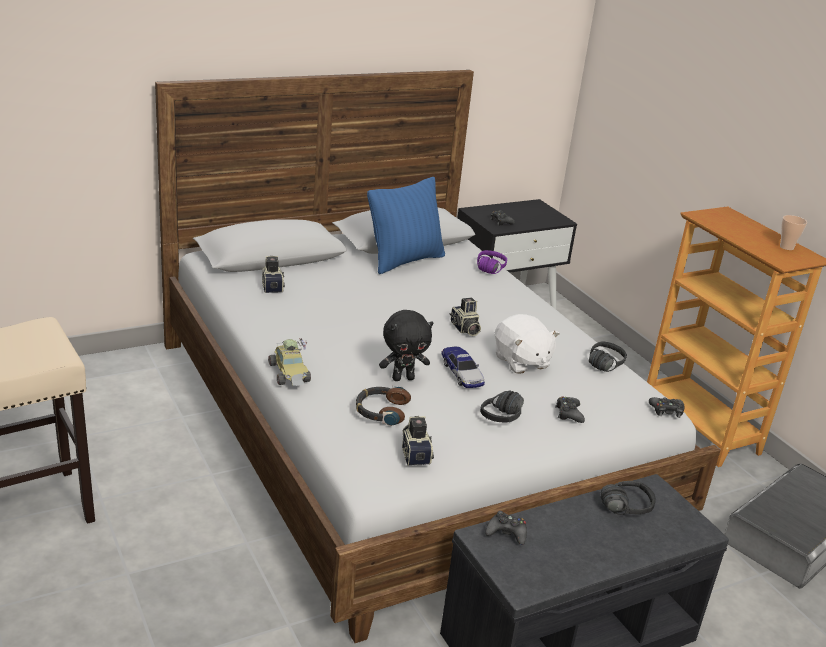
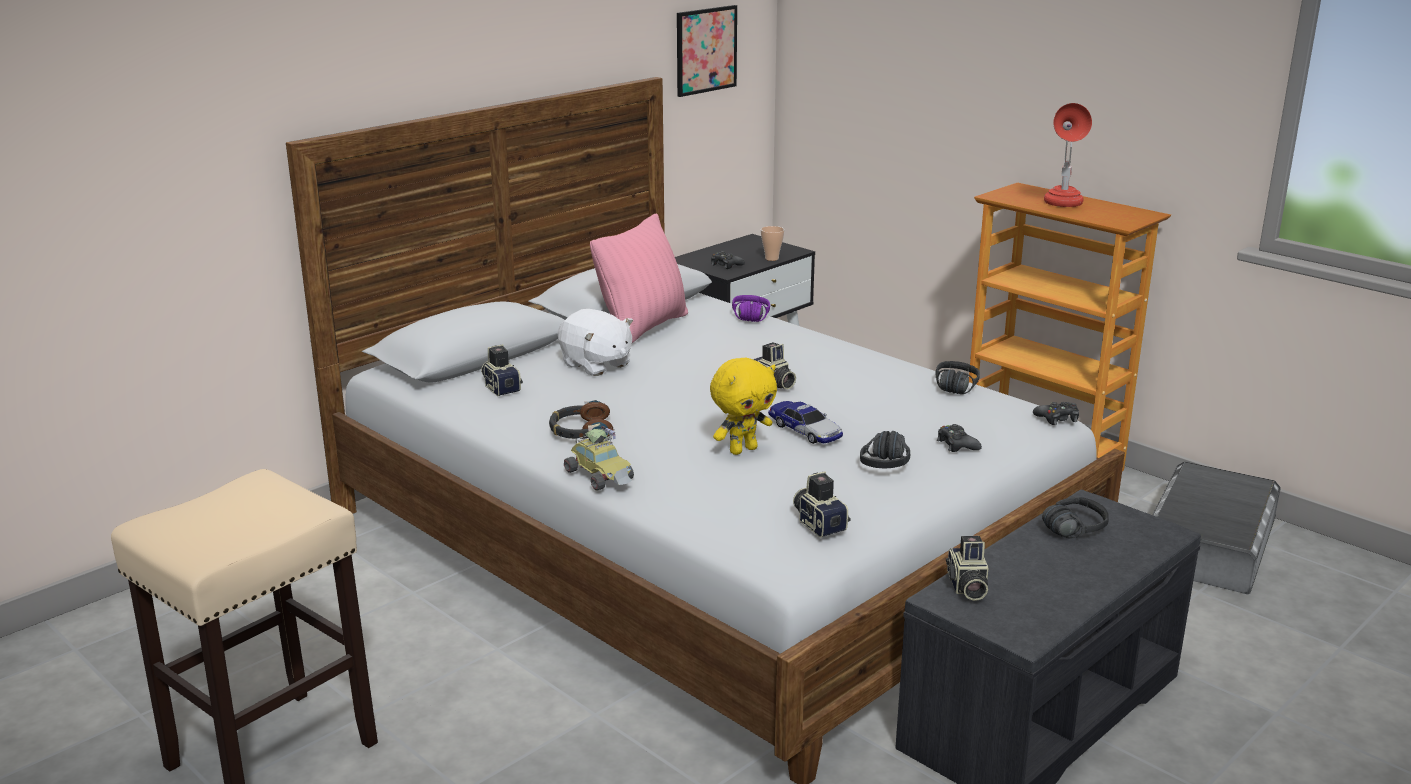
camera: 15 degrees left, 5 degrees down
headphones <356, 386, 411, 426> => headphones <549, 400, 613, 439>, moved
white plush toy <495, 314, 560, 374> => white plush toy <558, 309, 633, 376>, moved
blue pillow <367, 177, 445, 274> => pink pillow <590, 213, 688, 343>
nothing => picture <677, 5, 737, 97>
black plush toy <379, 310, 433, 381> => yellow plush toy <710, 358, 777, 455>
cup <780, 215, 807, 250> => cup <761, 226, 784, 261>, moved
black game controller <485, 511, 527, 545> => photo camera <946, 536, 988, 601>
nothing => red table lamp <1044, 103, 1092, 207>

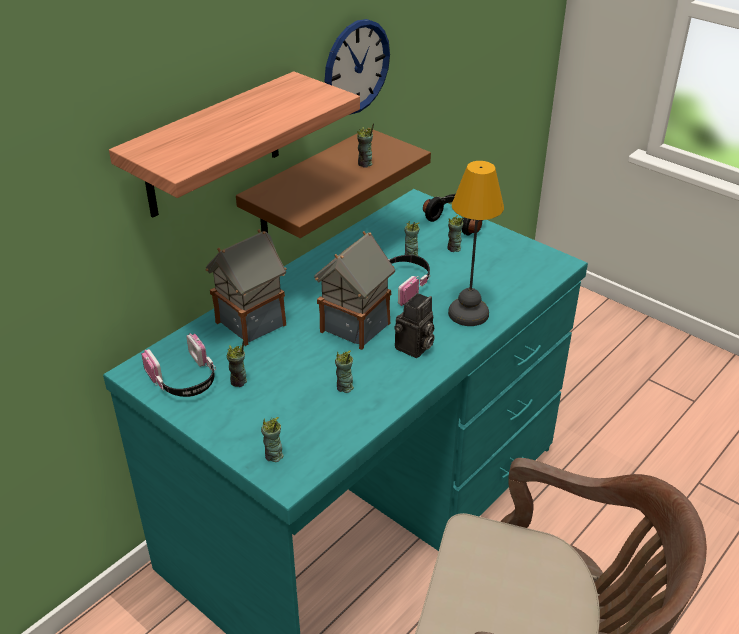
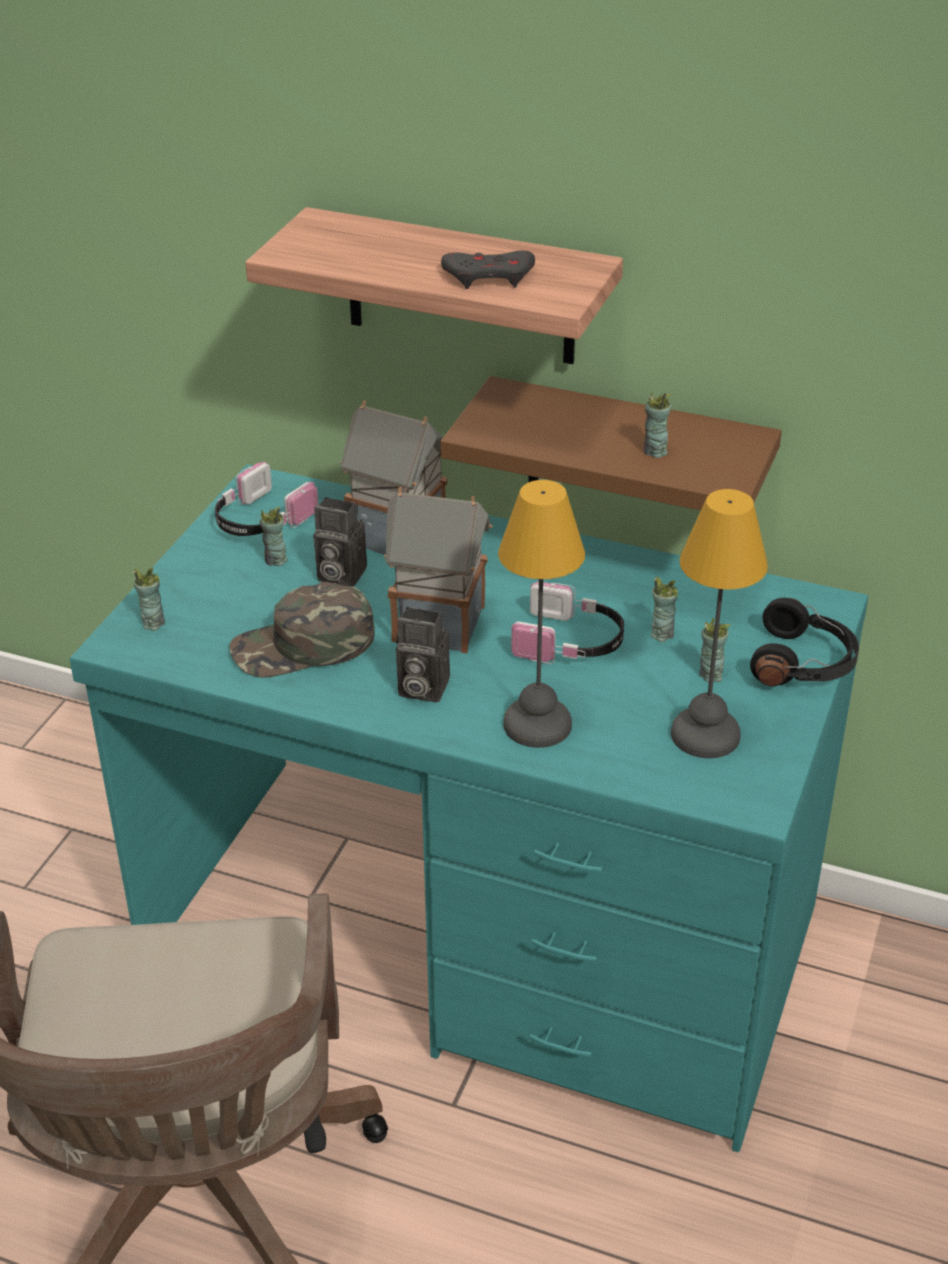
camera: 70 degrees right, 0 degrees up
cup <335, 351, 354, 393> => green cap <230, 582, 375, 678>
nothing => photo camera <313, 497, 367, 586>
nothing => grey game controller <441, 251, 535, 289>
nothing => table lamp <671, 489, 768, 758>
wall clock <324, 19, 390, 115> => nothing

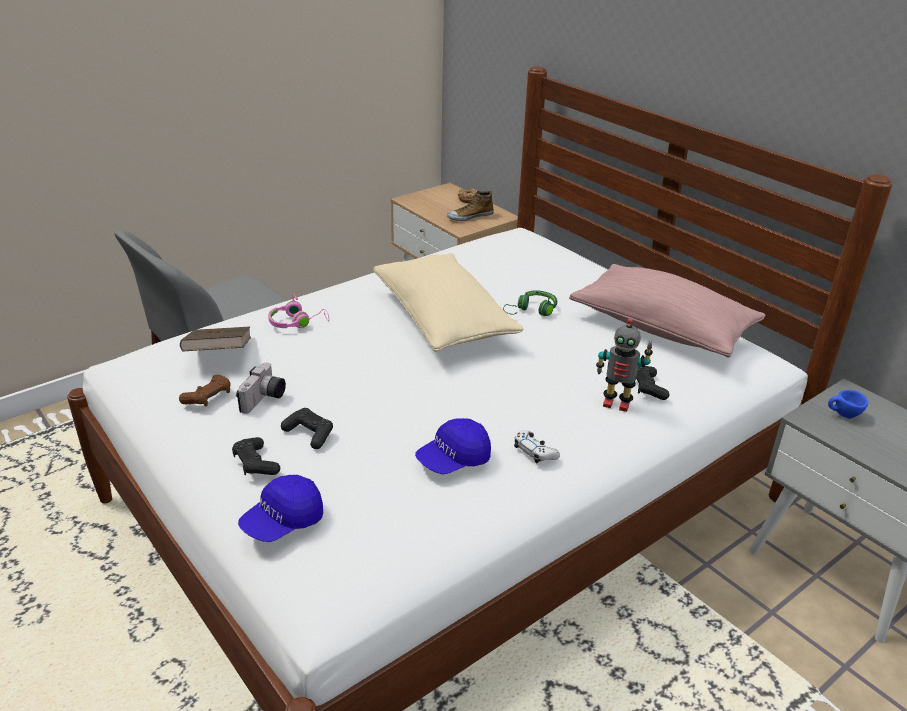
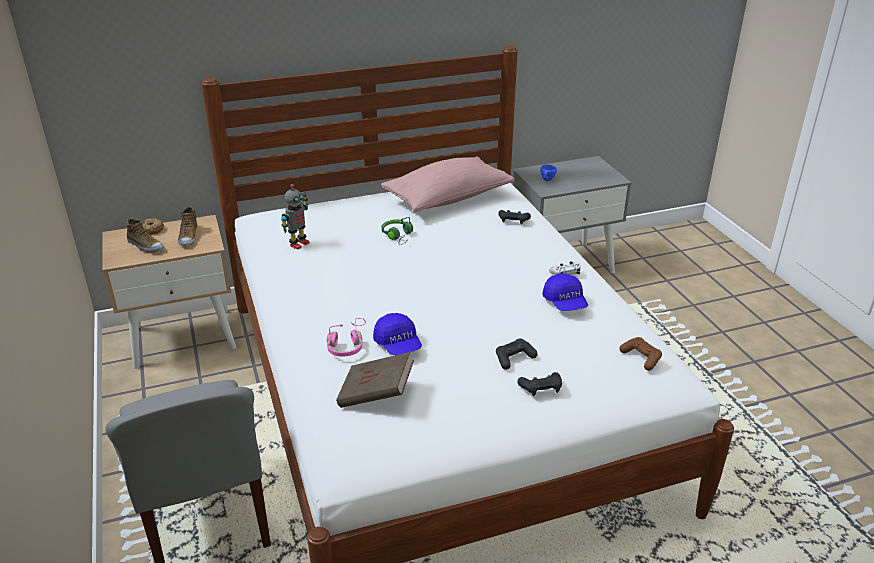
camera: 70 degrees left, 0 degrees up
nothing => shoe <126, 218, 164, 253>
toy robot <596, 318, 653, 412> => toy robot <281, 184, 309, 250>, moved
blue cap <238, 475, 323, 542> => blue cap <373, 313, 422, 355>, moved
brown game controller <179, 375, 231, 406> => brown game controller <619, 337, 662, 371>, moved
photo camera <236, 362, 286, 414> => nothing
beige pillow <373, 253, 523, 352> => nothing

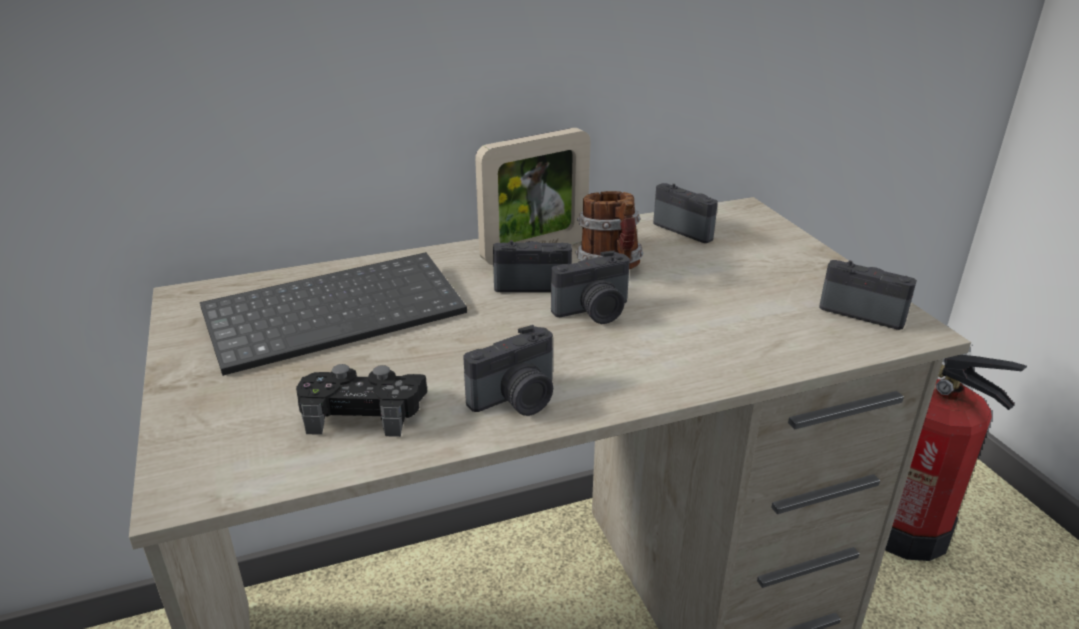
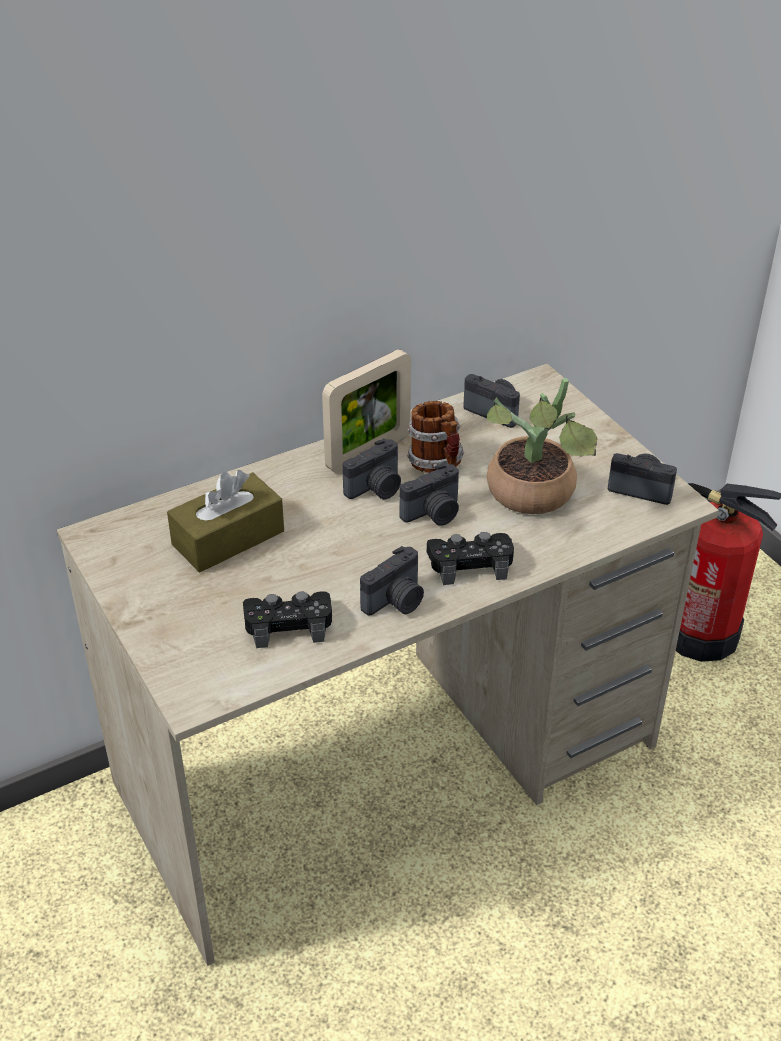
camera: 10 degrees left, 10 degrees up
keyboard <200, 252, 467, 376> => brown tissue box <167, 470, 284, 573>
photo camera <493, 240, 572, 293> => photo camera <343, 438, 401, 499>, 150 degrees clockwise
nothing => black game controller <427, 532, 514, 585>
nothing => potted plant <487, 378, 597, 514>

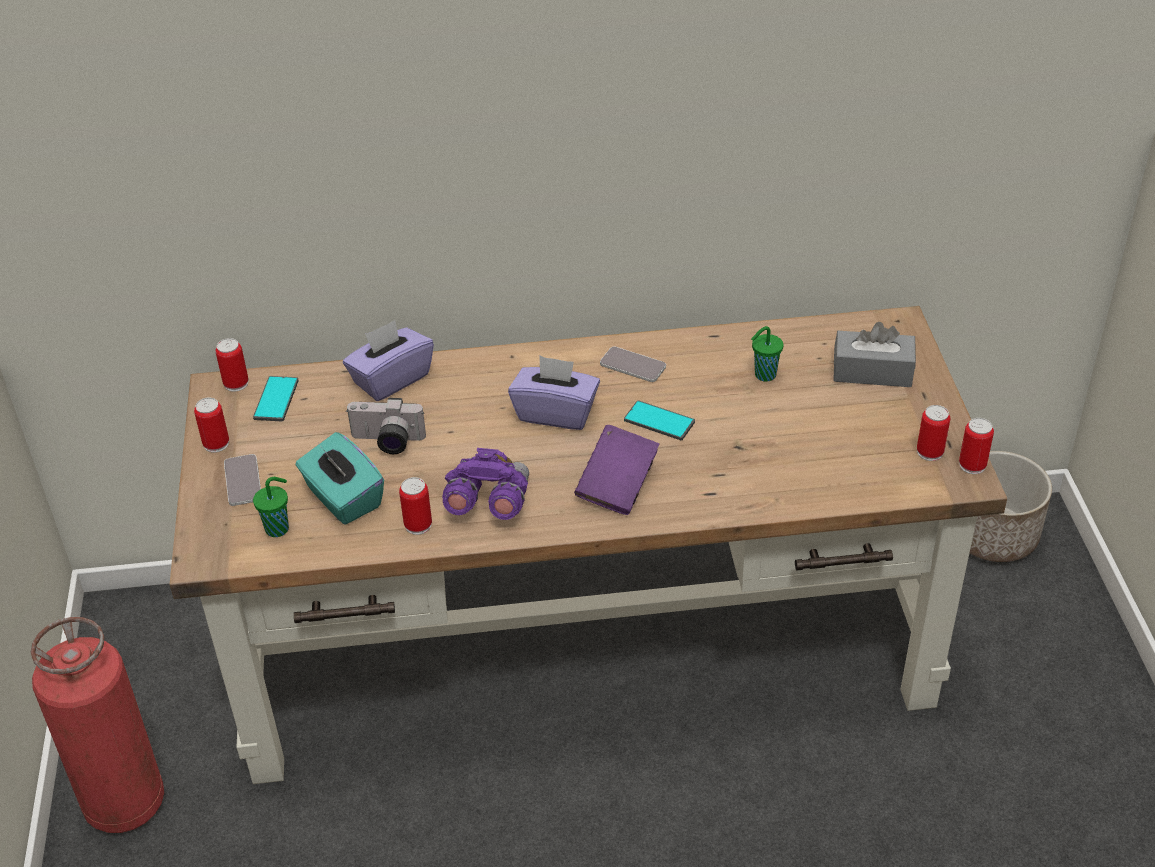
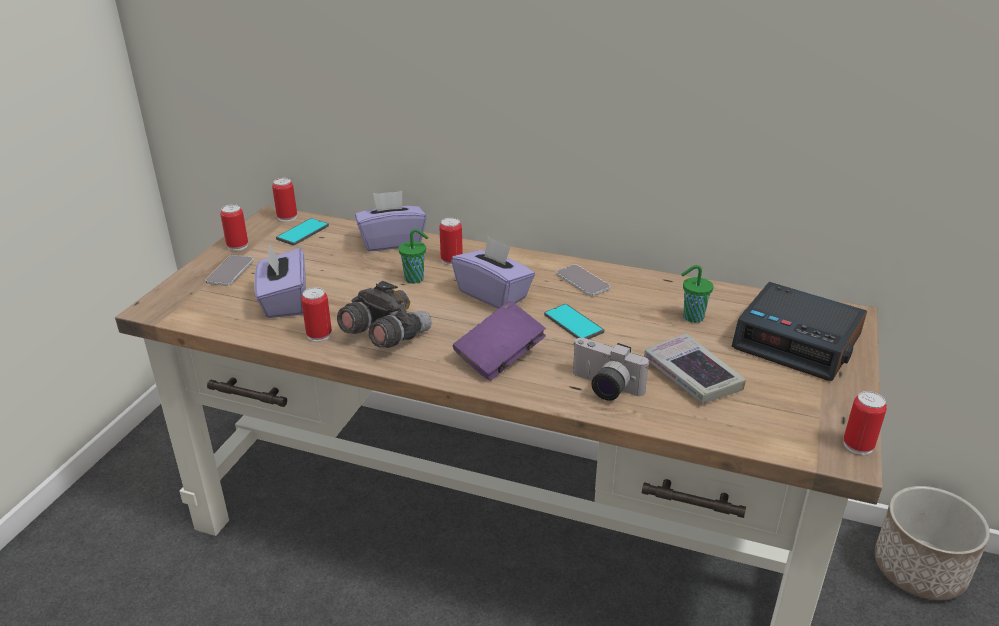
camera: 25 degrees right, 10 degrees down
turquoise tissue box <295, 432, 384, 525> => purple tissue box <254, 244, 306, 318>
purple binoculars <442, 448, 529, 520> => grey binoculars <337, 281, 432, 348>
green cup <253, 477, 289, 537> => green cup <398, 229, 428, 284>, moved
can <917, 405, 950, 461> => can <439, 218, 463, 265>, moved
photo camera <346, 398, 426, 454> => photo camera <573, 338, 649, 401>, moved
nothing => book <644, 333, 746, 403>
grey tissue box <833, 322, 916, 387> => alarm clock <732, 282, 867, 381>
fire extinguisher <30, 617, 164, 833> => nothing

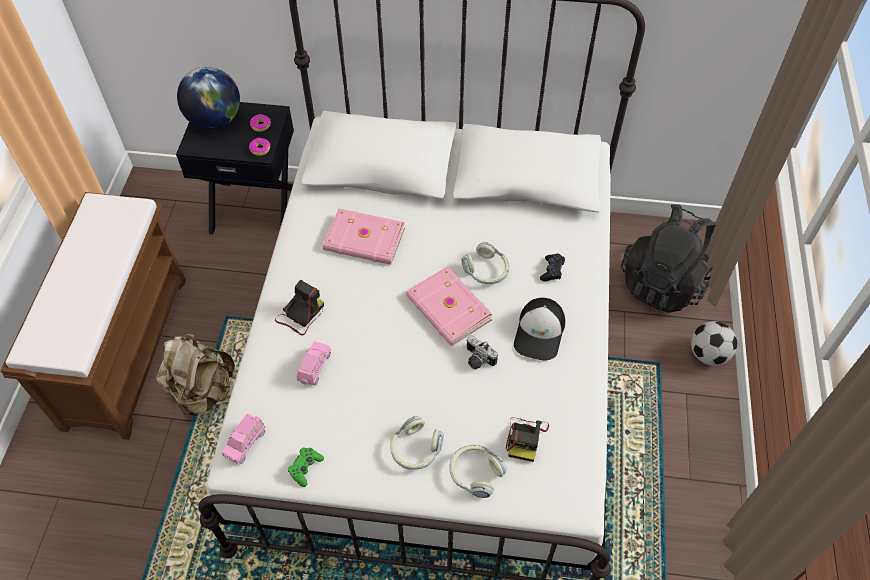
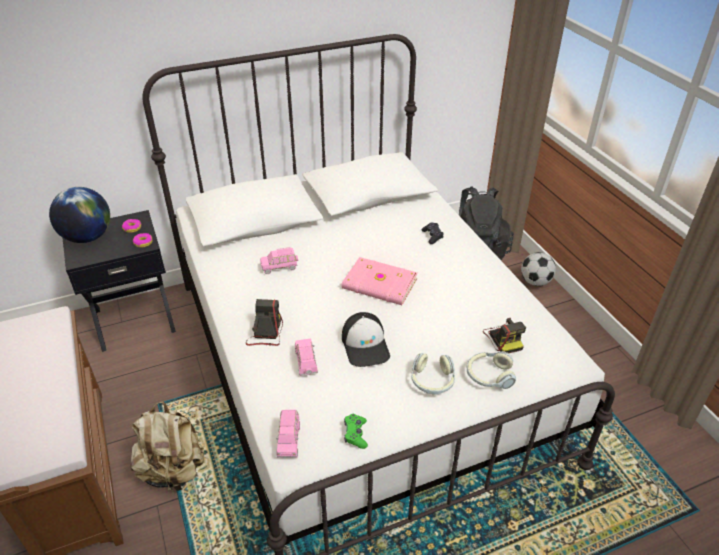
camera: 30 degrees left, 15 degrees down
pink book <323, 209, 405, 265> => pink toy car <260, 247, 298, 274>
cap <514, 298, 565, 361> => cap <342, 312, 390, 367>, moved
headphones <461, 242, 510, 284> => nothing
photo camera <466, 335, 498, 370> => nothing

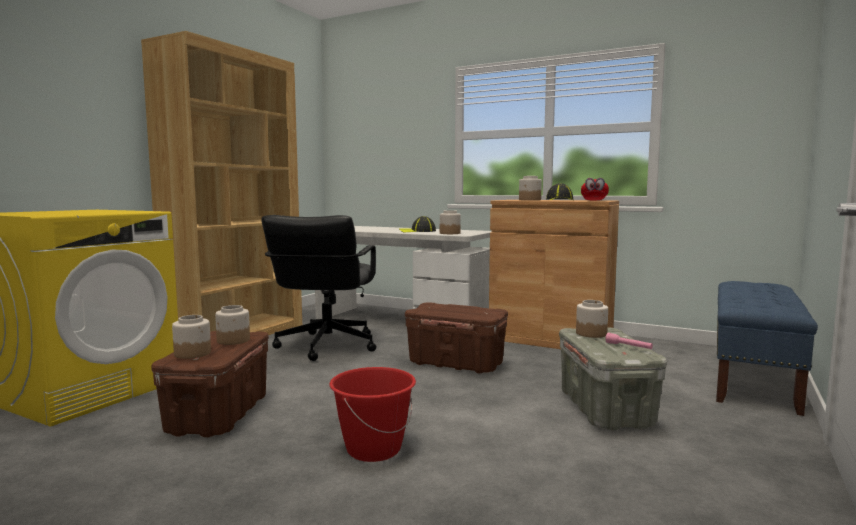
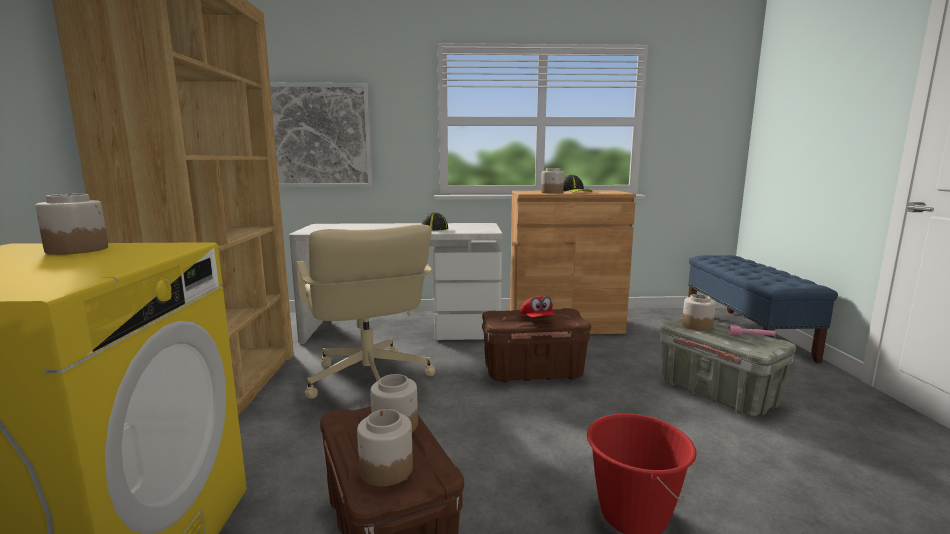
camera: 30 degrees left, 5 degrees up
jar <440, 210, 461, 234> => jar <35, 194, 108, 255>, moved
nothing => picture <270, 83, 373, 187>
black office chair <261, 215, 376, 361> => beige office chair <296, 224, 435, 399>
red cap <581, 178, 609, 201> => red cap <520, 296, 555, 318>, moved

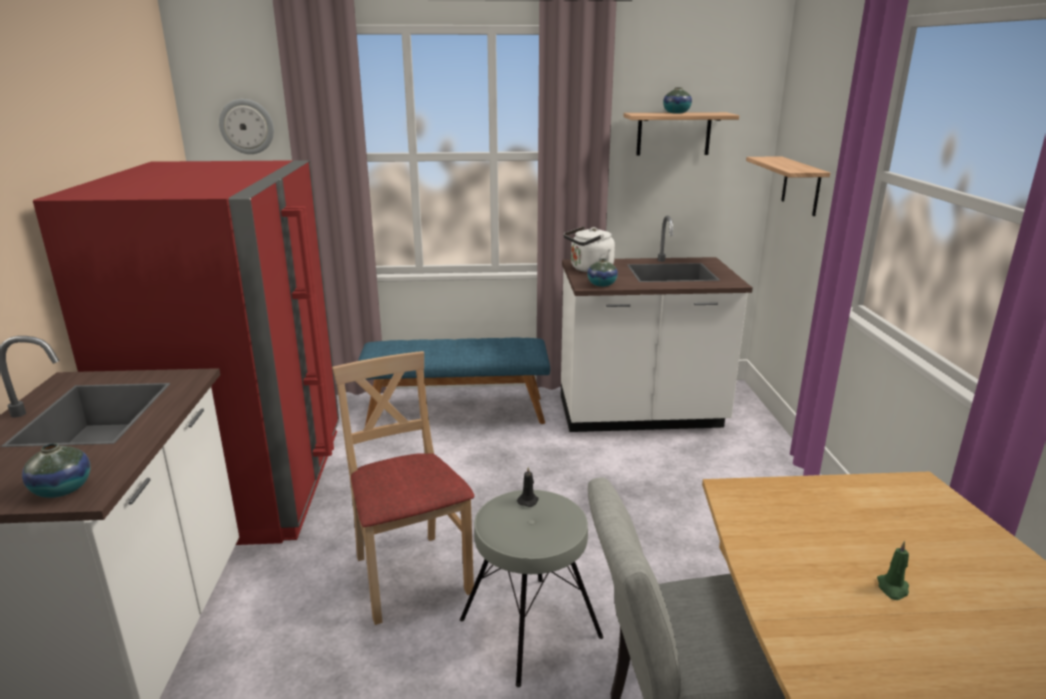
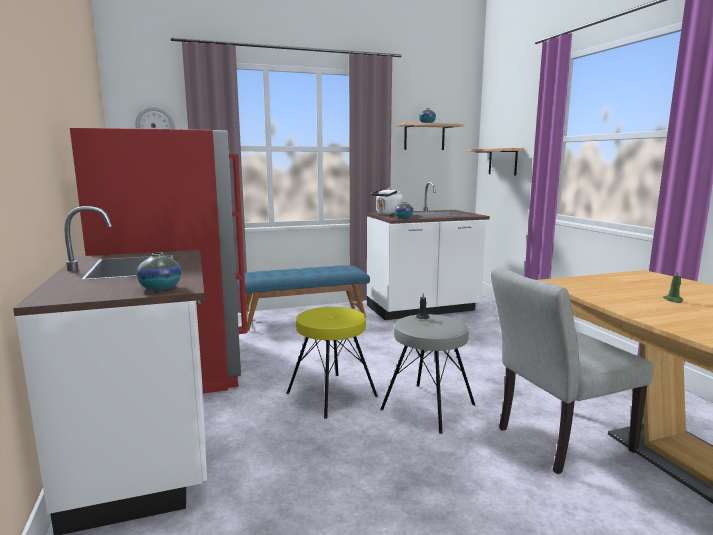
camera: 15 degrees left, 10 degrees down
beige chair <332, 351, 474, 625> => yellow stool <287, 307, 378, 419>

